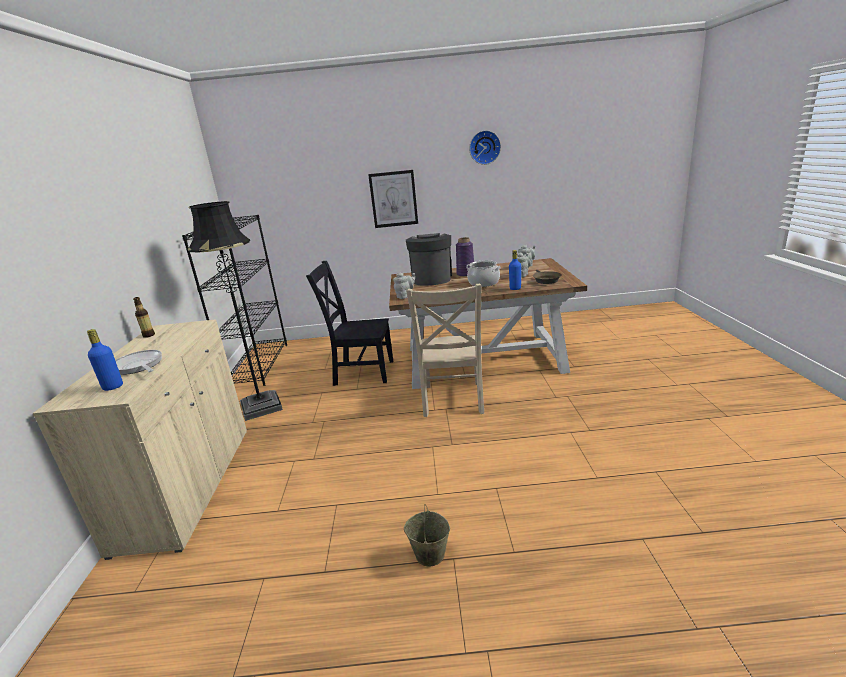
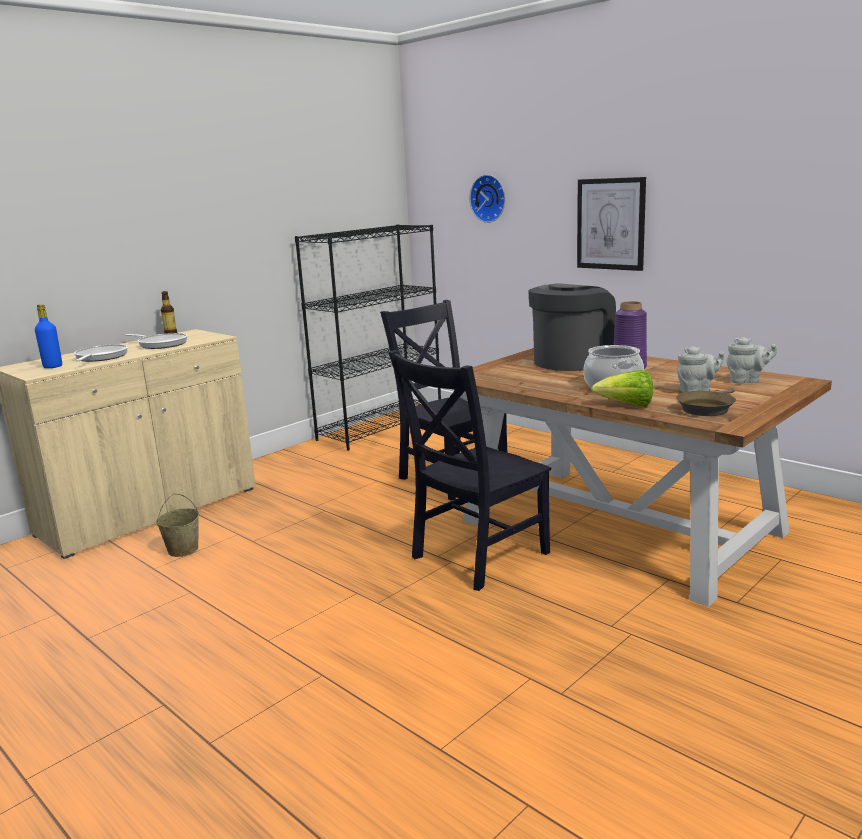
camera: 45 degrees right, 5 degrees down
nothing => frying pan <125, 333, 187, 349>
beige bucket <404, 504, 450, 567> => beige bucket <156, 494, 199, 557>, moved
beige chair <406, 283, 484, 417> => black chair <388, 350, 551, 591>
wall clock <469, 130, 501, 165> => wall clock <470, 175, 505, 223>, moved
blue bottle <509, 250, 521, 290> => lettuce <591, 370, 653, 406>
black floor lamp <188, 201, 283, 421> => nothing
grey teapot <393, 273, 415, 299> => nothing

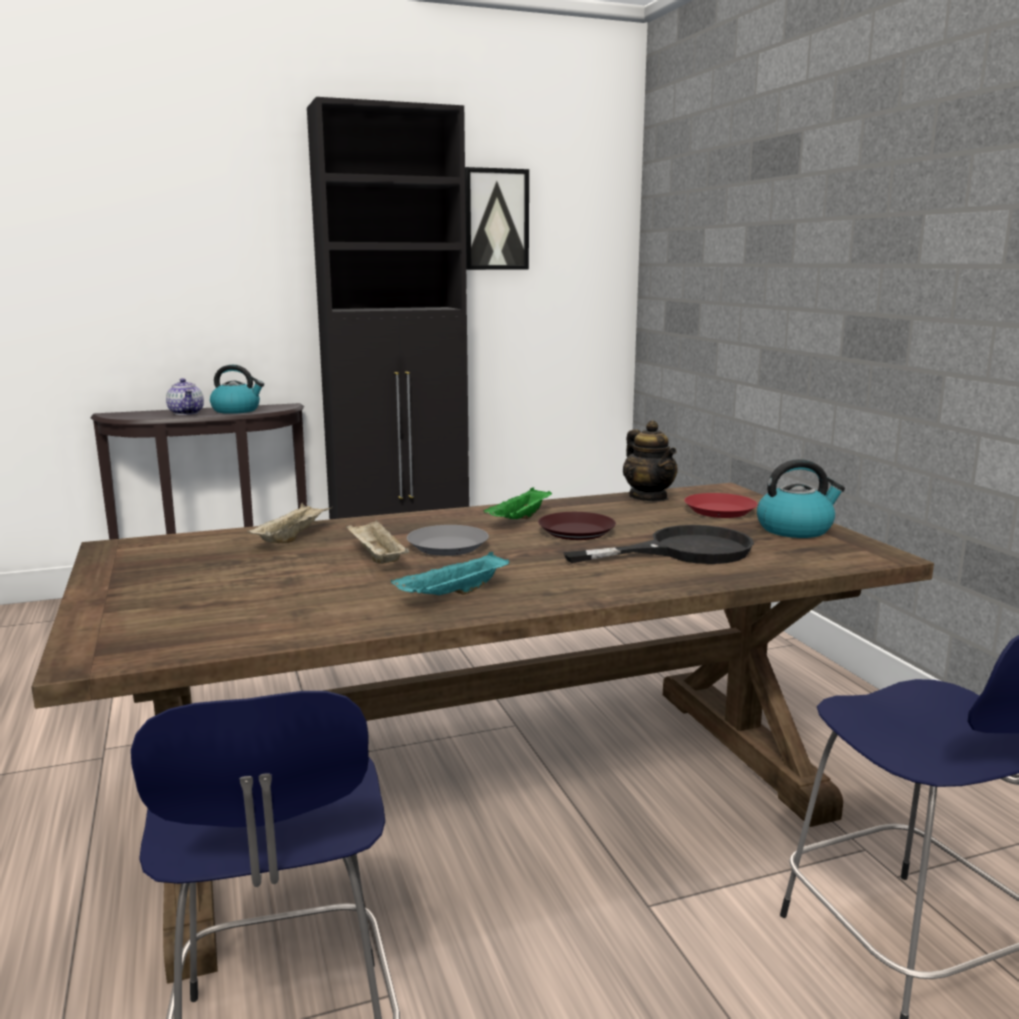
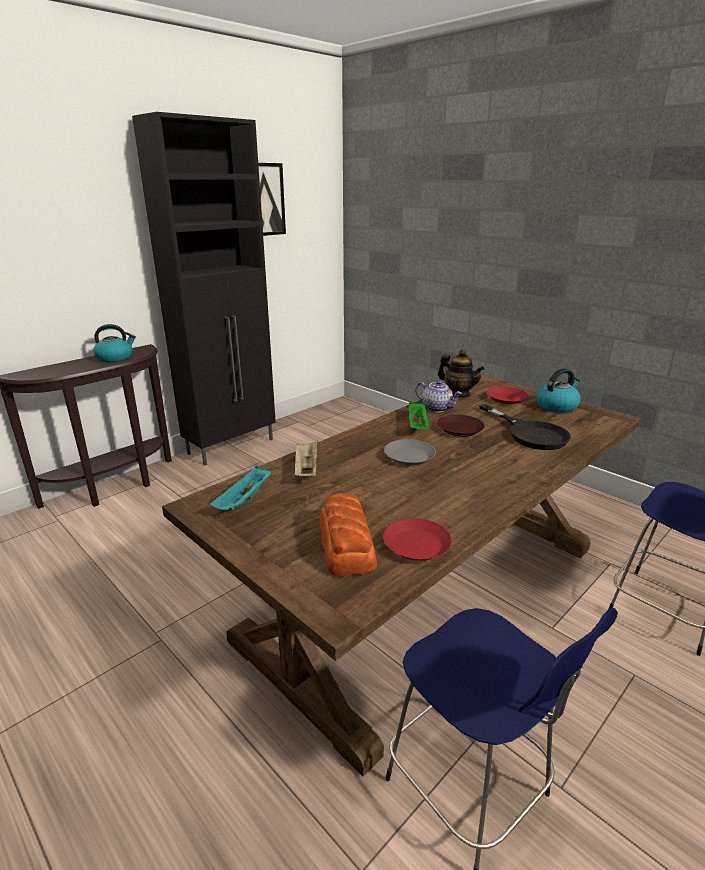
camera: 25 degrees left, 10 degrees up
turquoise tray <391, 552, 509, 595> => turquoise tray <210, 466, 272, 510>, moved
nothing => bread <319, 493, 377, 576>
nothing => red plate <383, 518, 452, 561>
teapot <166, 378, 204, 415> => teapot <415, 380, 462, 412>, moved
black frying pan <563, 525, 754, 564> => black frying pan <479, 404, 571, 450>, 105 degrees clockwise
beige tray <346, 519, 409, 564> => nothing

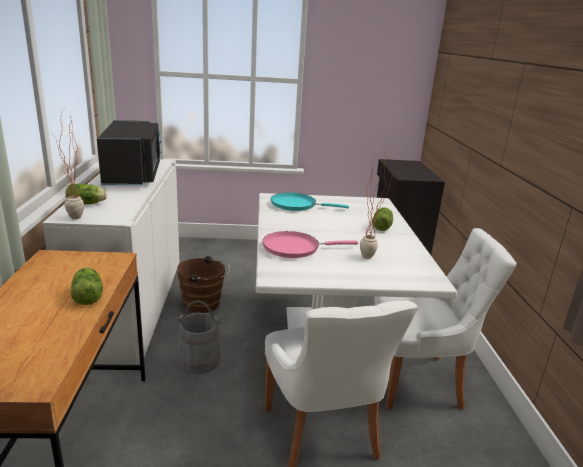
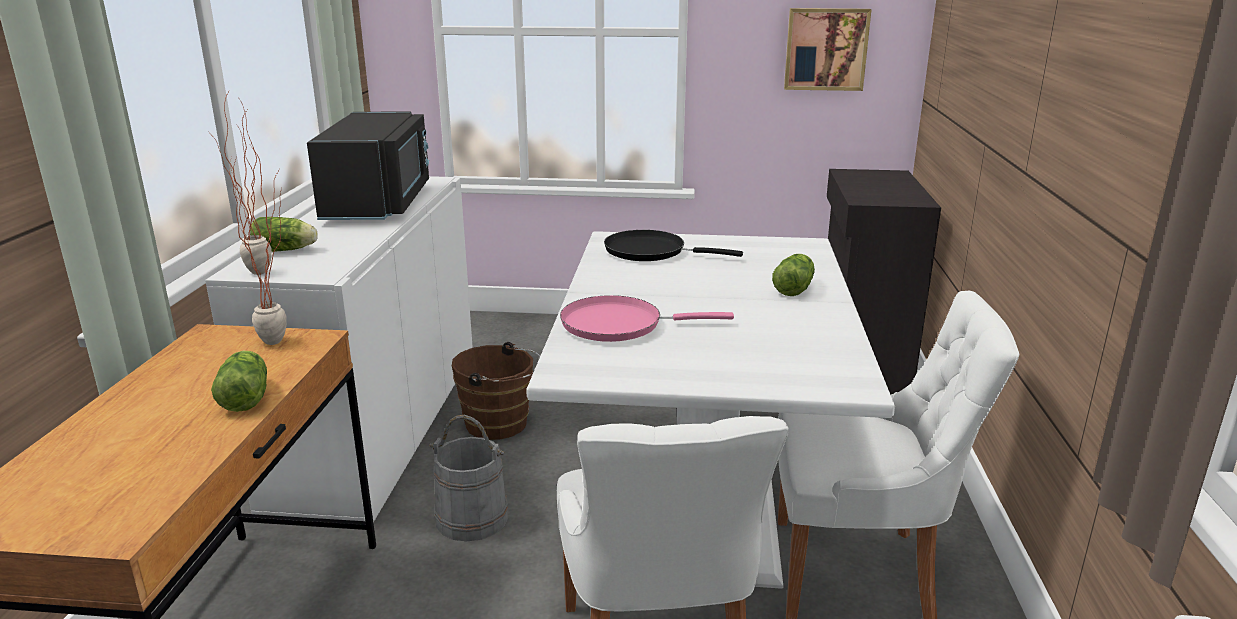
camera: 10 degrees right, 0 degrees up
potted plant <360, 149, 396, 259> => potted plant <229, 145, 287, 345>, moved
turquoise frying pan <271, 193, 349, 211> => black frying pan <604, 230, 743, 261>
nothing => picture <784, 8, 872, 91>

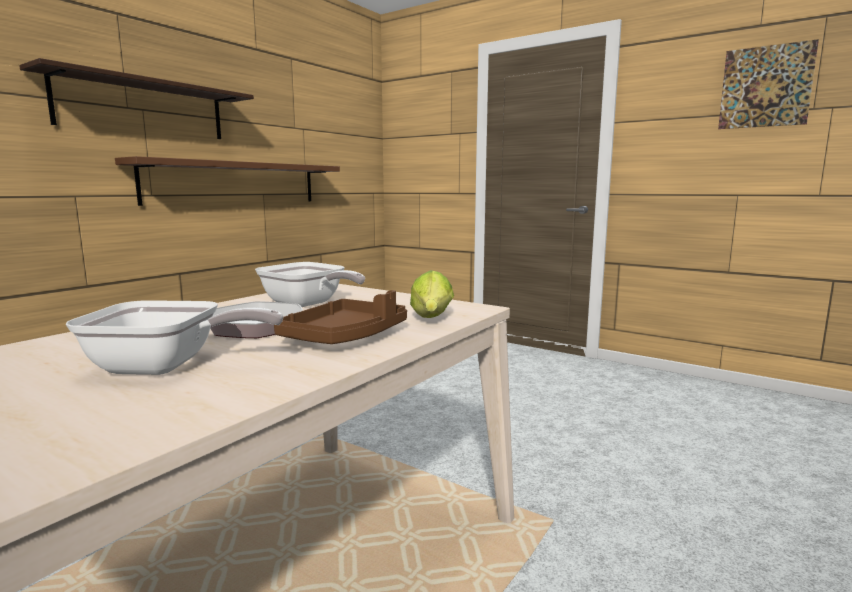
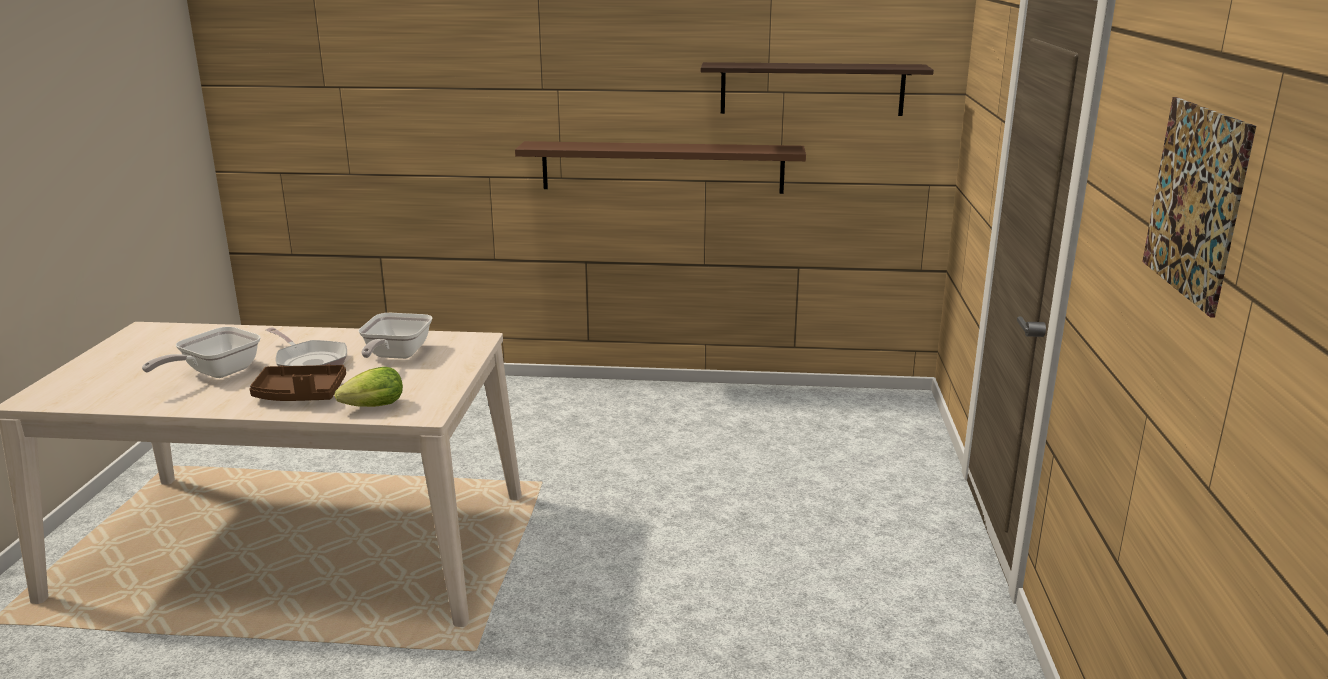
camera: 60 degrees right, 10 degrees up
frying pan <66, 300, 283, 375> => frying pan <142, 327, 261, 378>, 60 degrees clockwise
shelf <19, 58, 254, 139> => shelf <701, 62, 934, 116>, moved

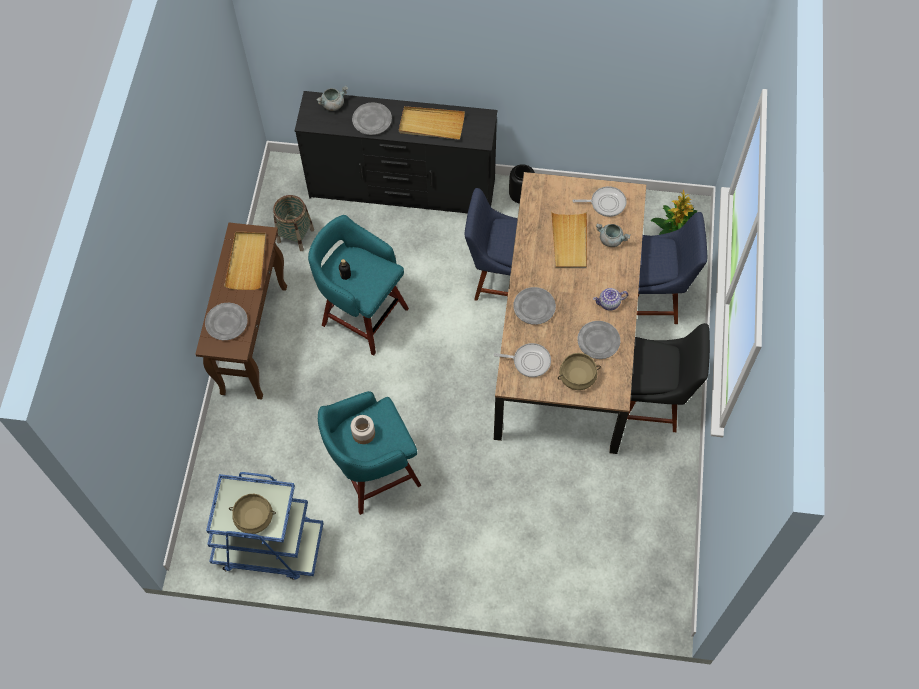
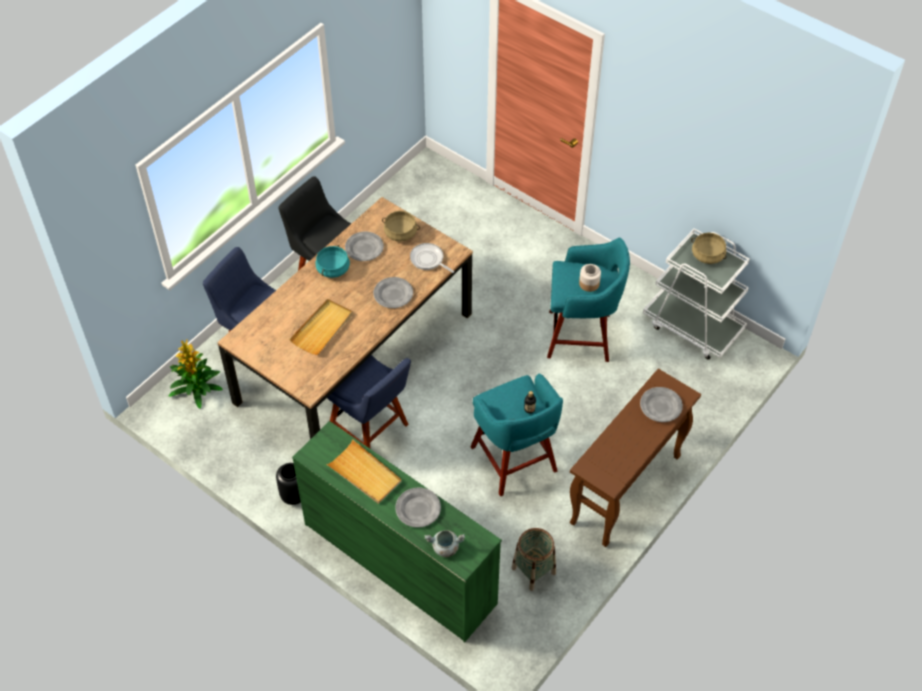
camera: 150 degrees left, 10 degrees down
black dresser <295, 91, 497, 213> => green dresser <292, 421, 502, 642>
teapot <593, 288, 628, 311> => turquoise cooking pot <316, 245, 350, 278>
blue cart <206, 472, 324, 580> => white cart <643, 228, 750, 360>
beige tray <224, 232, 266, 290> => nothing
frying pan <573, 186, 627, 217> => nothing
grey cooking pot <596, 224, 631, 247> => nothing

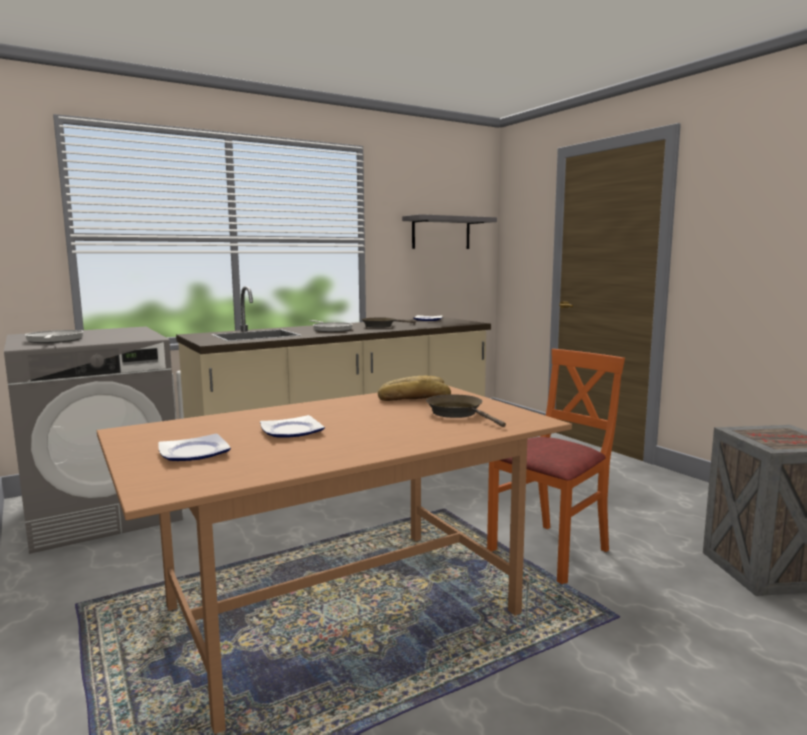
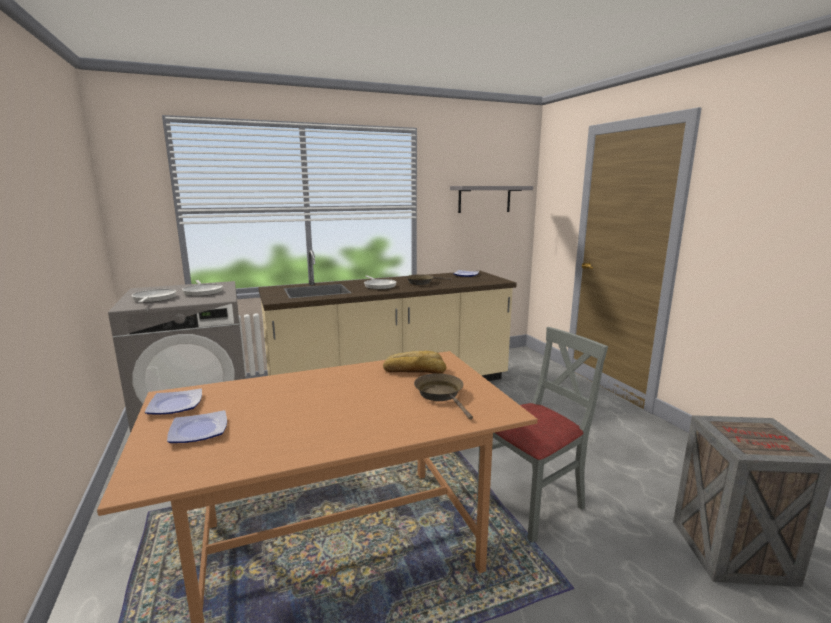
camera: 10 degrees right, 5 degrees up
plate <260, 415, 325, 438> => plate <145, 388, 202, 414>, moved
nothing => frying pan <182, 280, 223, 296>
orange chair <487, 349, 625, 584> => grey chair <477, 327, 608, 543>

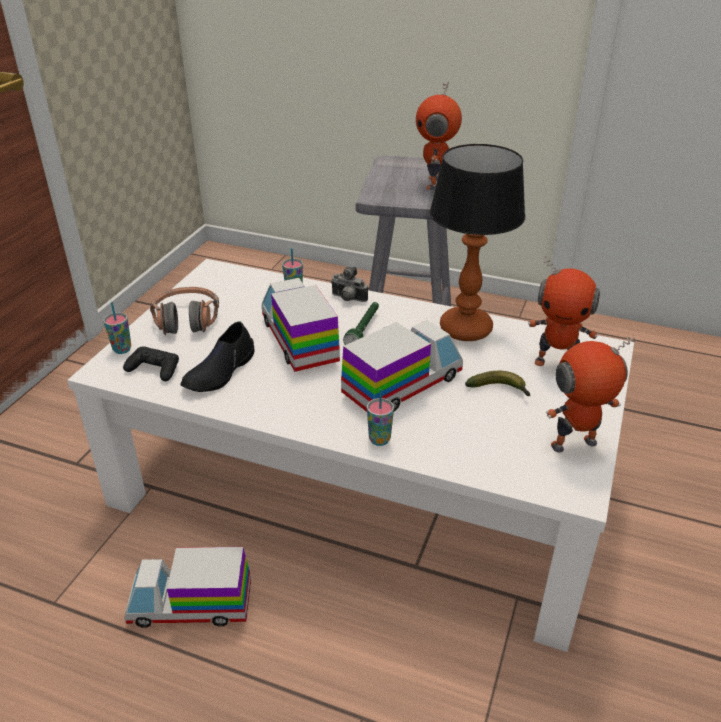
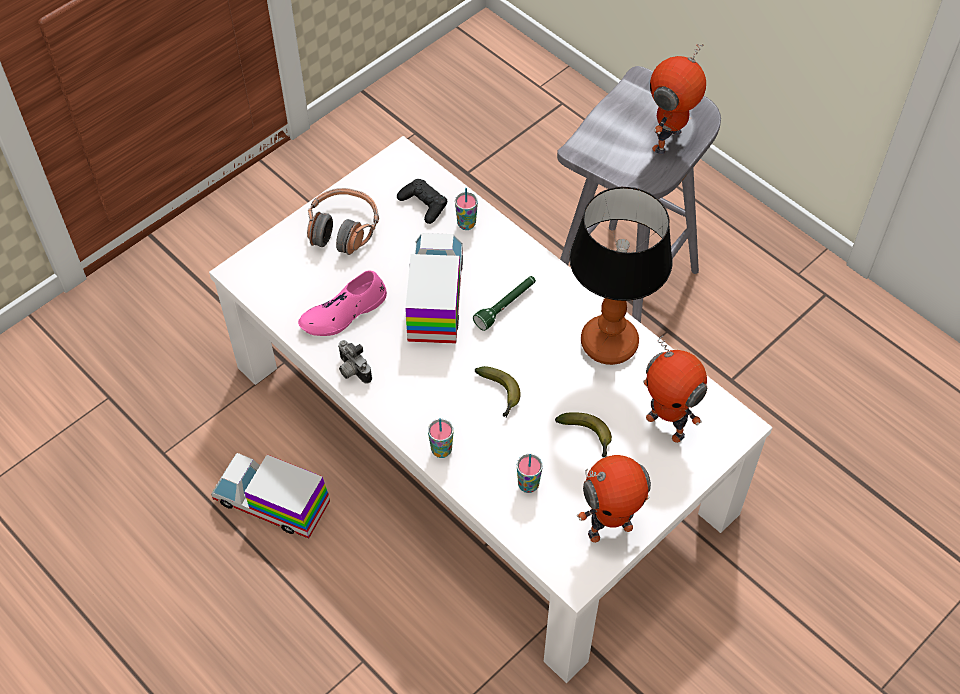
camera: 25 degrees right, 20 degrees up
black shoe <181, 321, 255, 392> => pink shoe <298, 270, 387, 336>
photo camera <331, 266, 368, 302> => photo camera <338, 340, 372, 384>, moved
black game controller <123, 347, 179, 381> => black game controller <397, 179, 447, 224>, moved
toy truck <341, 320, 463, 412> => banana <475, 366, 521, 418>
cup <103, 302, 131, 354> => cup <517, 454, 543, 493>, moved
toy robot <546, 337, 635, 452> => toy robot <577, 455, 651, 543>, 150 degrees clockwise

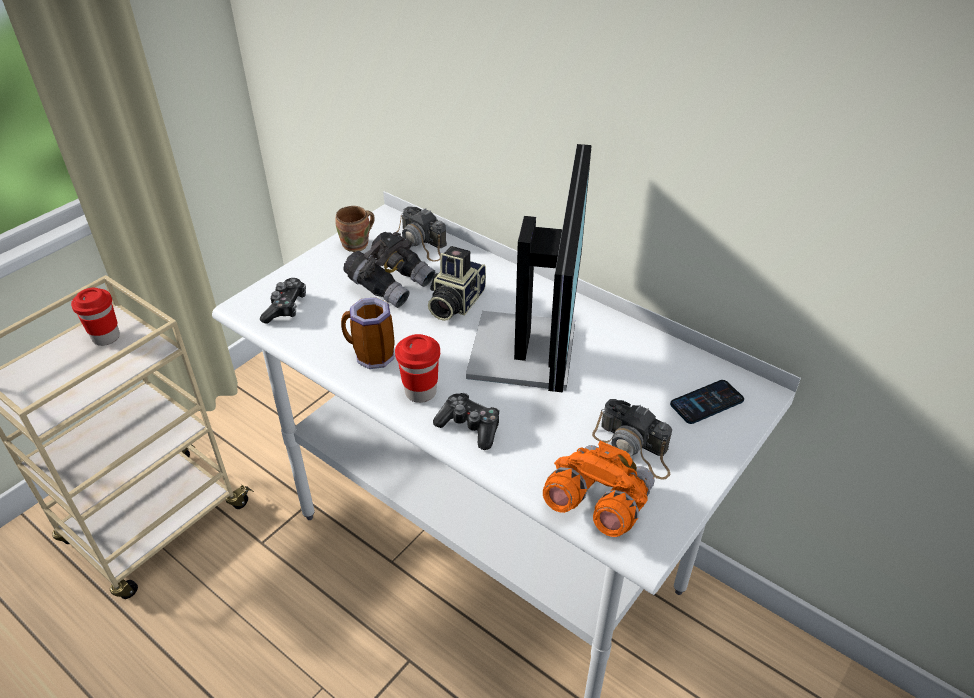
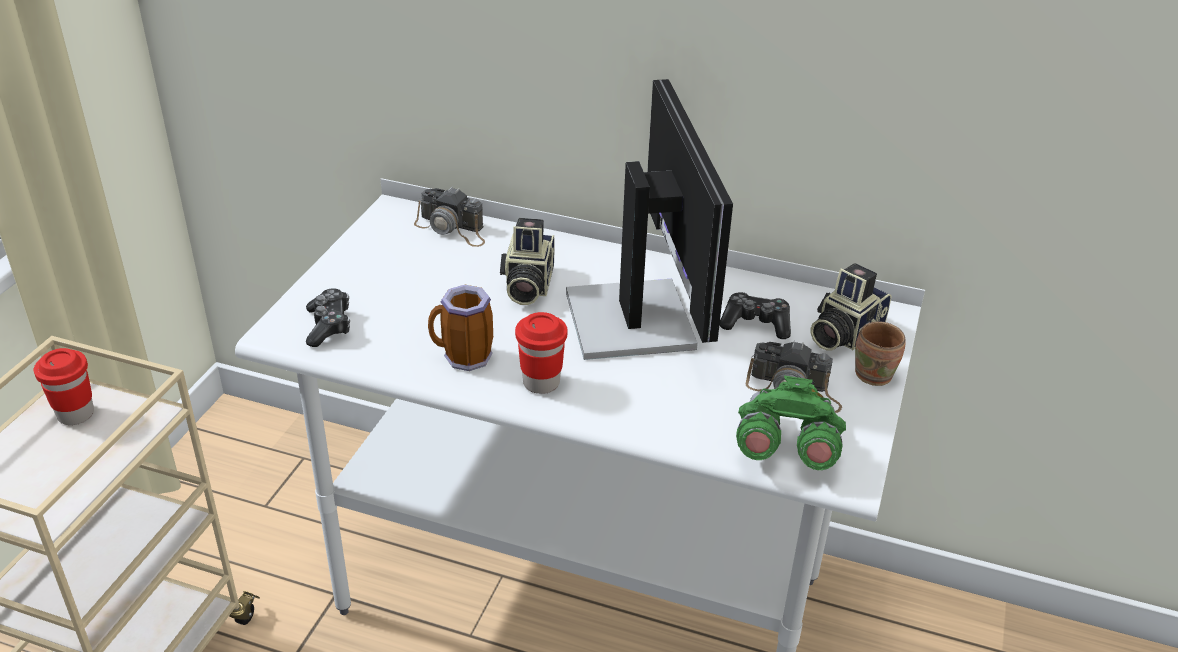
camera: 20 degrees left, 5 degrees down
game controller <433, 393, 499, 450> => game controller <720, 292, 791, 339>, moved
orange binoculars <543, 441, 655, 537> => green binoculars <736, 375, 846, 470>
phone <670, 380, 744, 424> => photo camera <811, 263, 891, 351>
brown mug <336, 206, 375, 252> => brown mug <855, 321, 906, 386>, moved
grey binoculars <343, 232, 435, 308> => nothing

